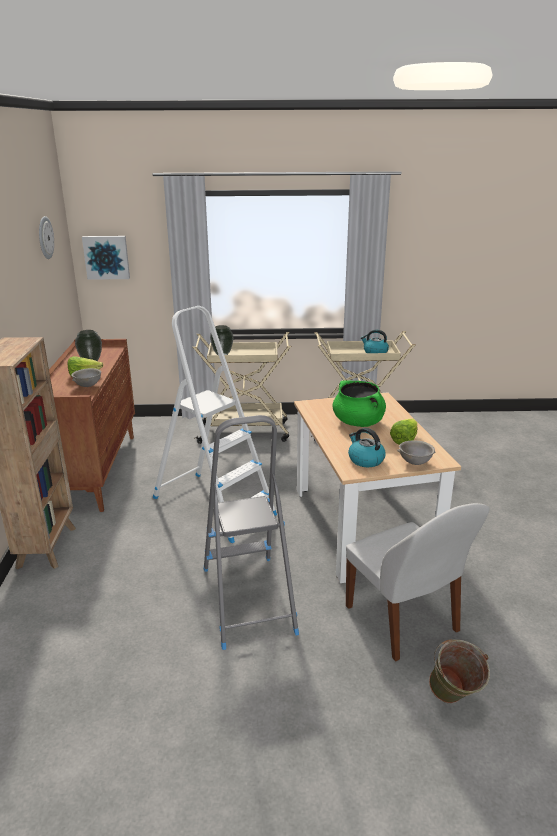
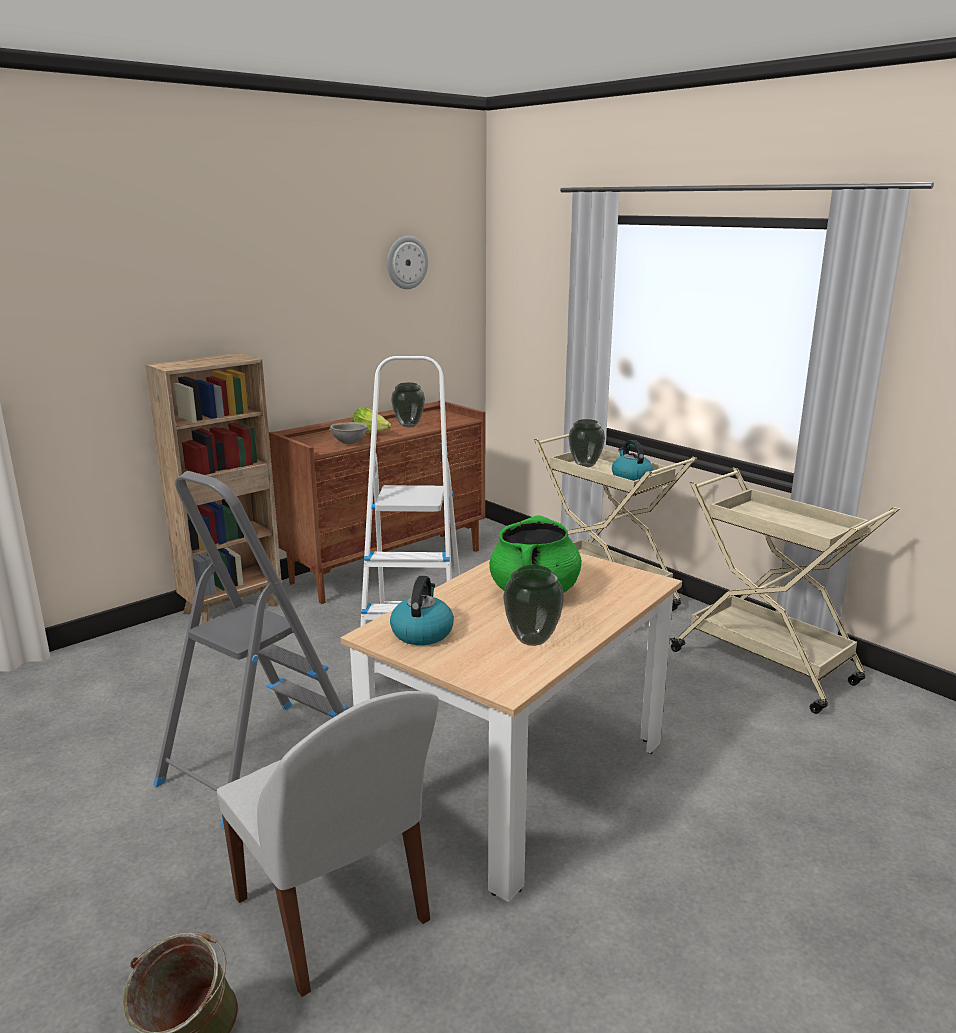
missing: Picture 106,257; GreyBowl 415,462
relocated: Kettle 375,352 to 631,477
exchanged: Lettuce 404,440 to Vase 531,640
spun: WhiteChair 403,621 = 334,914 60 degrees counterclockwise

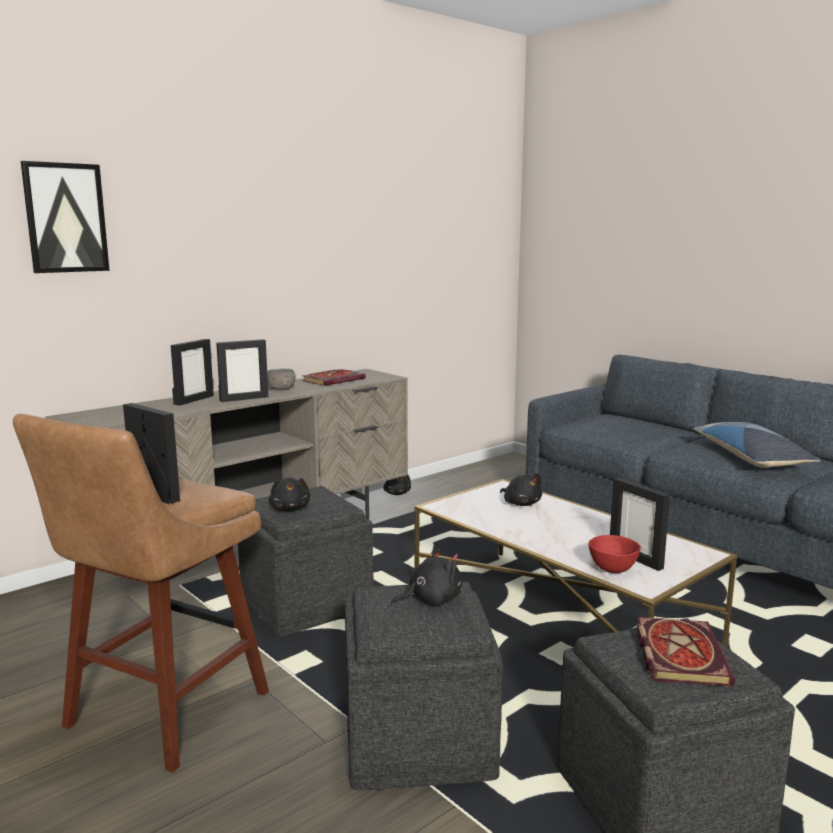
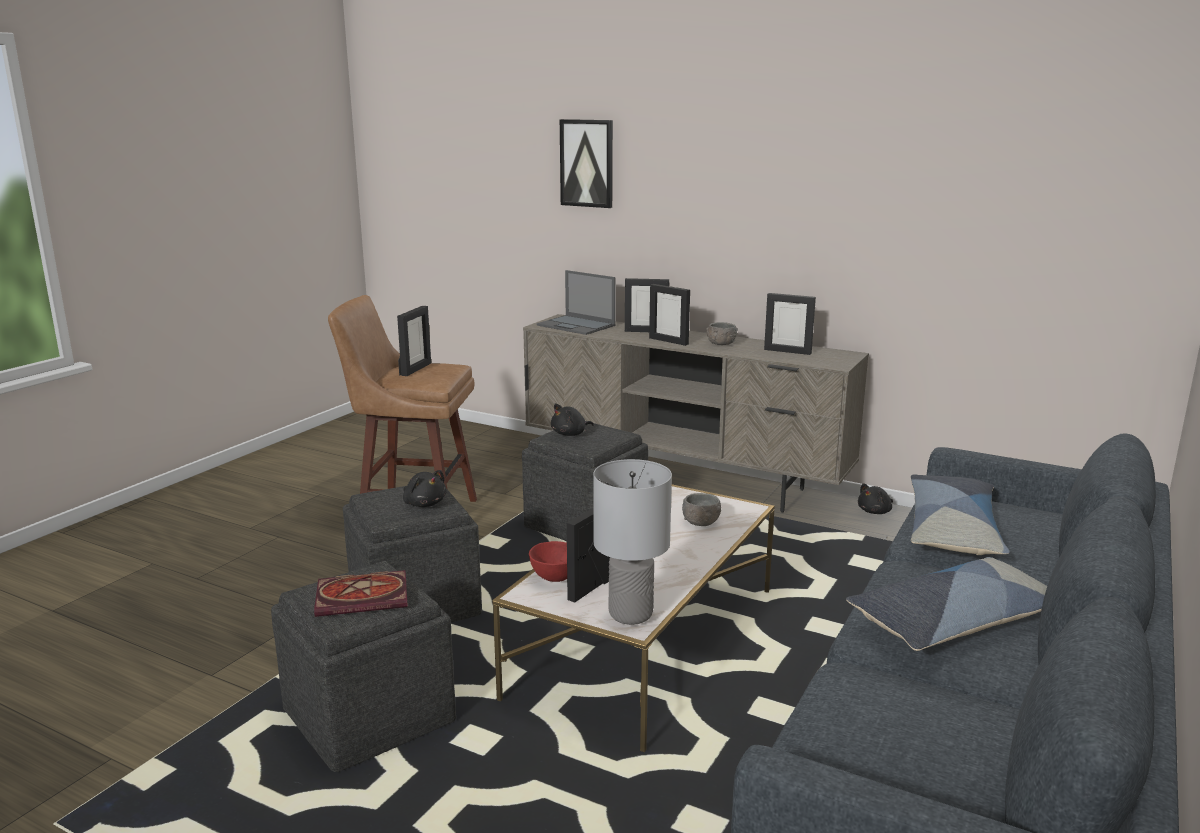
appeared: Laptop 577,325; GreyTableLamp 630,617; Pillow 953,529
exchanged: Book 334,380 to PictureFrame 787,351; BlackPlushToy 521,503 to GreyBowl 701,522

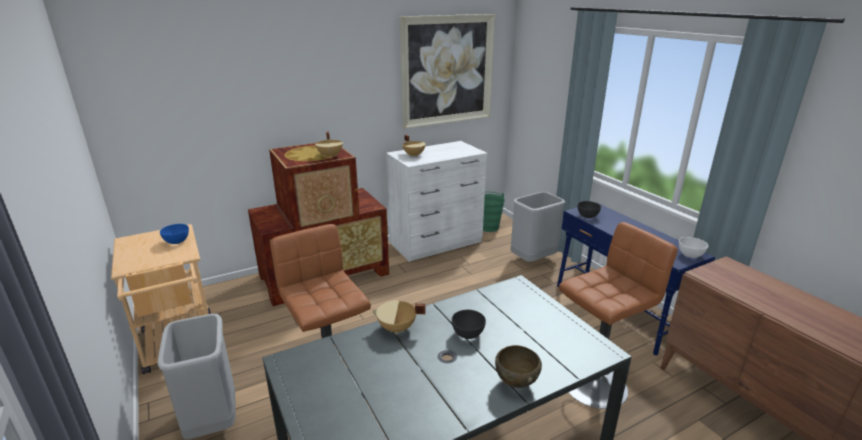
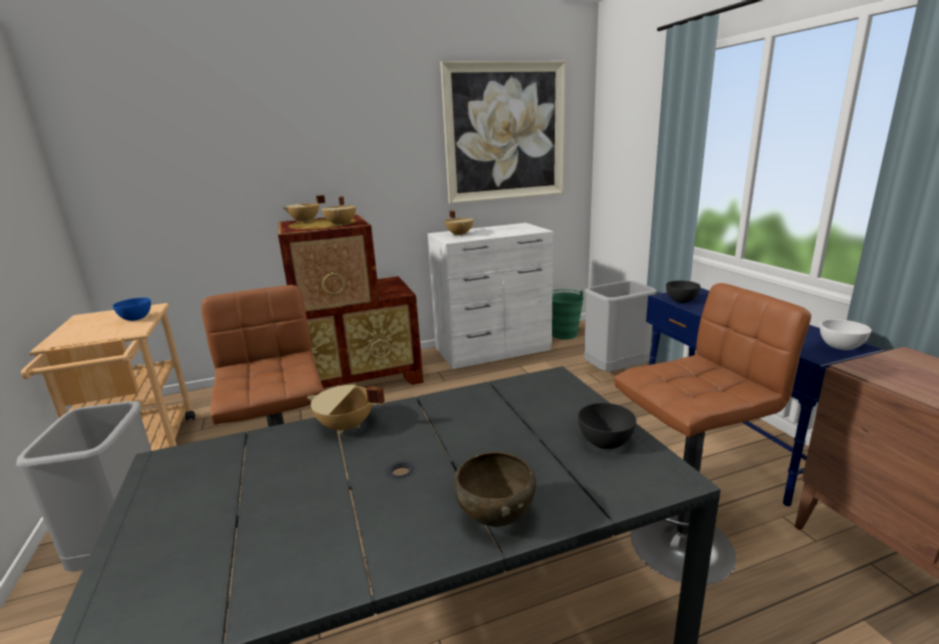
appeared: BeigeCookingPot 305,221
relocated: GreyBowl 467,334 to 604,442

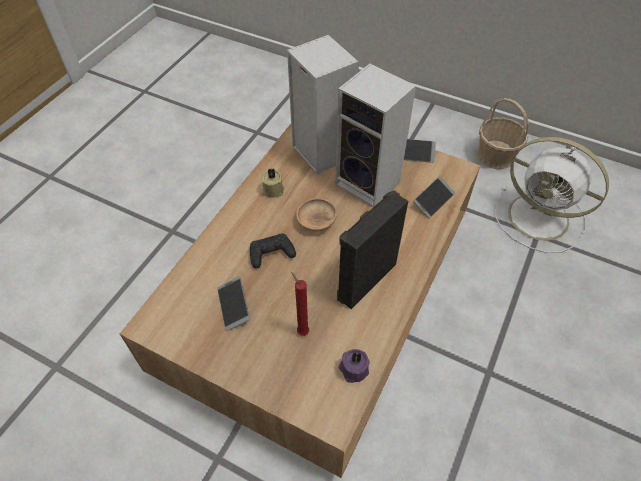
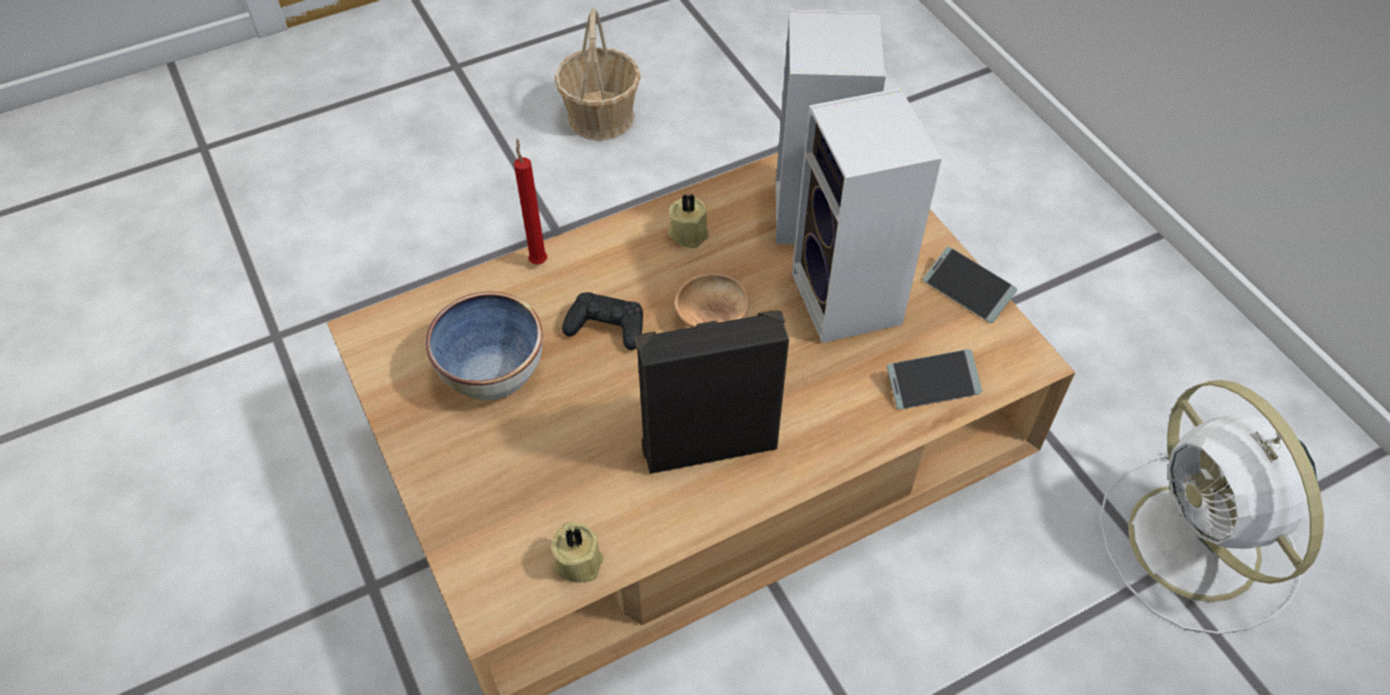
relocated: RedCandle 301,331 to 538,260; Basket 495,155 to 601,117
exchanged: Phone 233,306 to Bowl 493,371
colour: PurpleCandle 353,369 to BeigeCandle 578,560

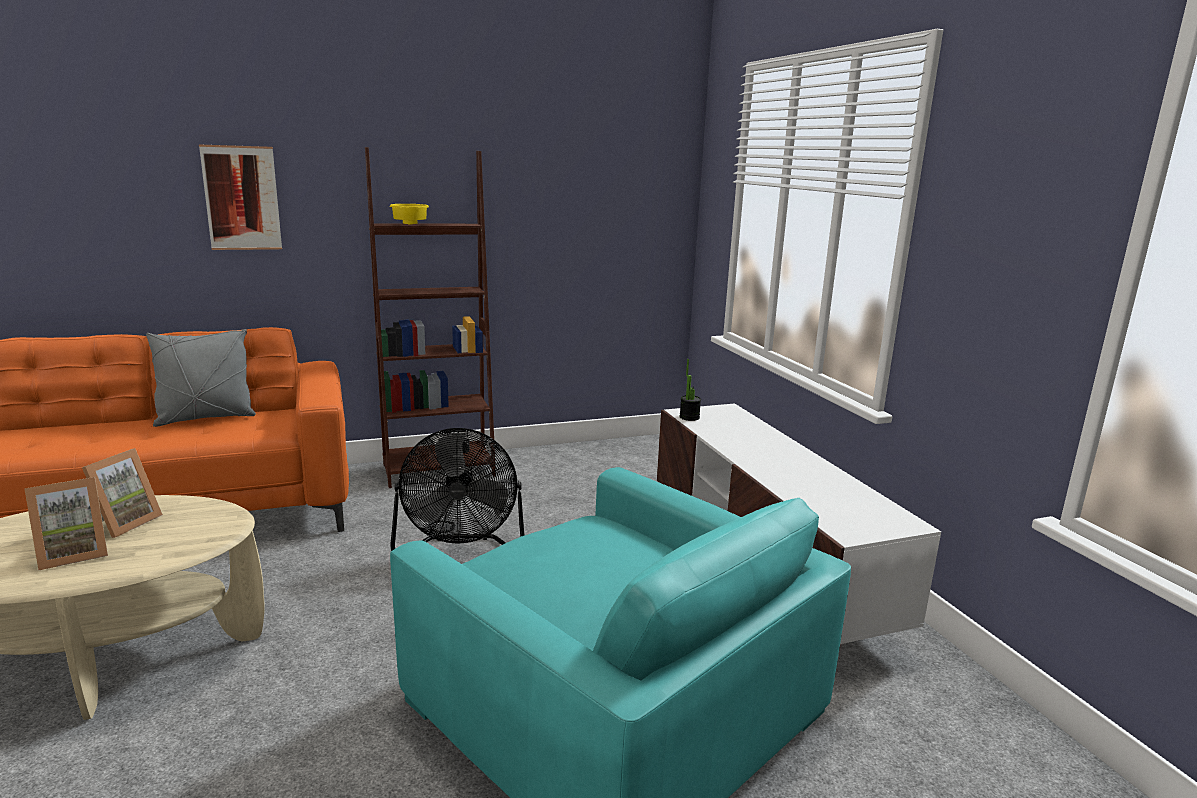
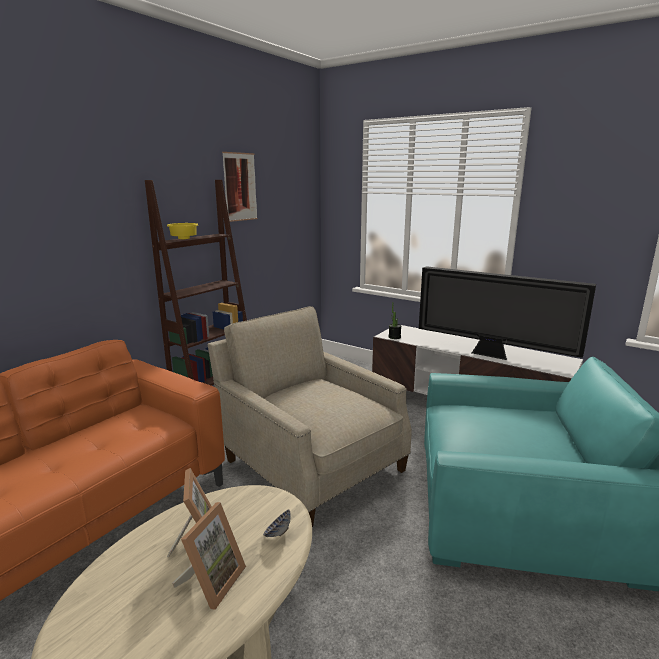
missing: GreyPillow 206,418
appeared: Bowl 277,533; Television 492,355
relocated: Picture 242,198 to 240,187
exchanged: BlackFan 456,547 to BeigeArmchair 311,462

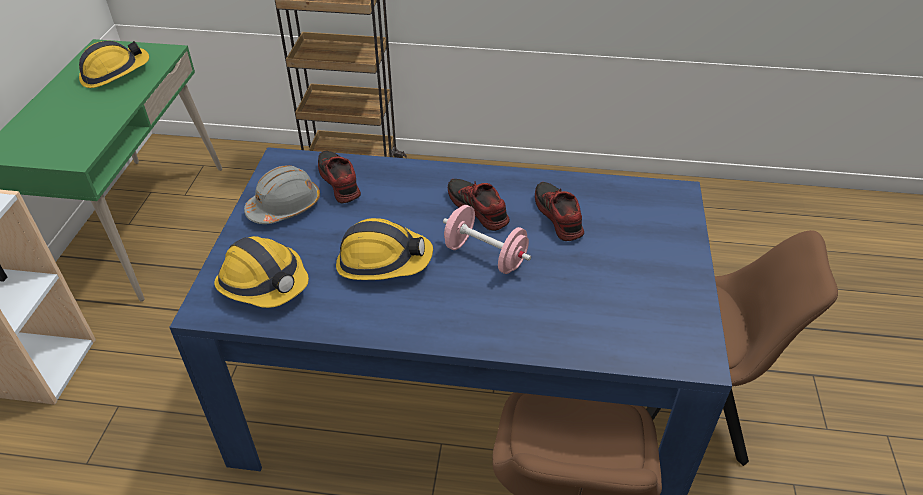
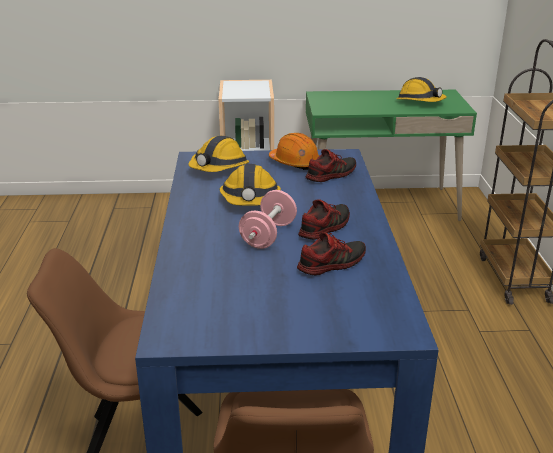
colour: GreyHardHat 285,207 to OrangeHardHat 295,163

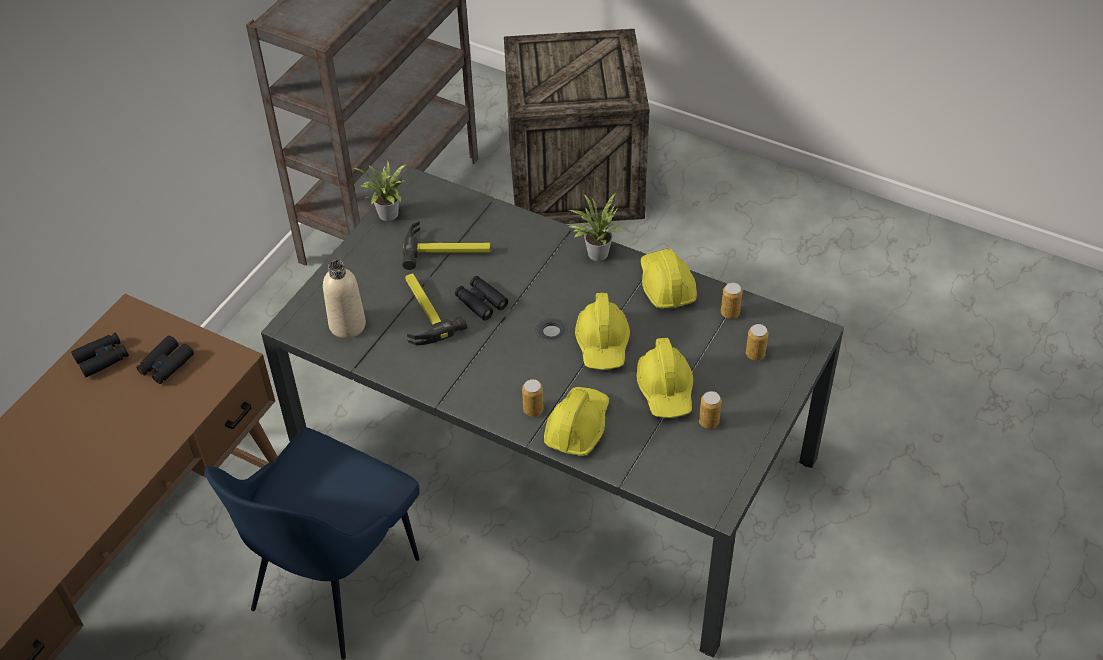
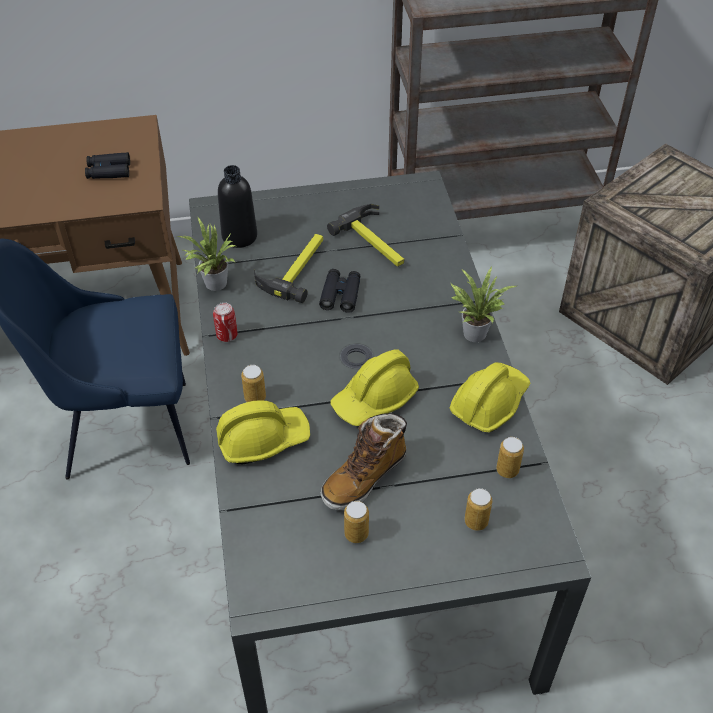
missing: BlackBinoculars 102,358
appeared: Can 227,335
relocated: PottedPlant 387,216 to 213,284
exchanged: YellowHardHat 666,389 to Boot 364,477
colour: BeigeBottle 347,325 to BlackBottle 239,236

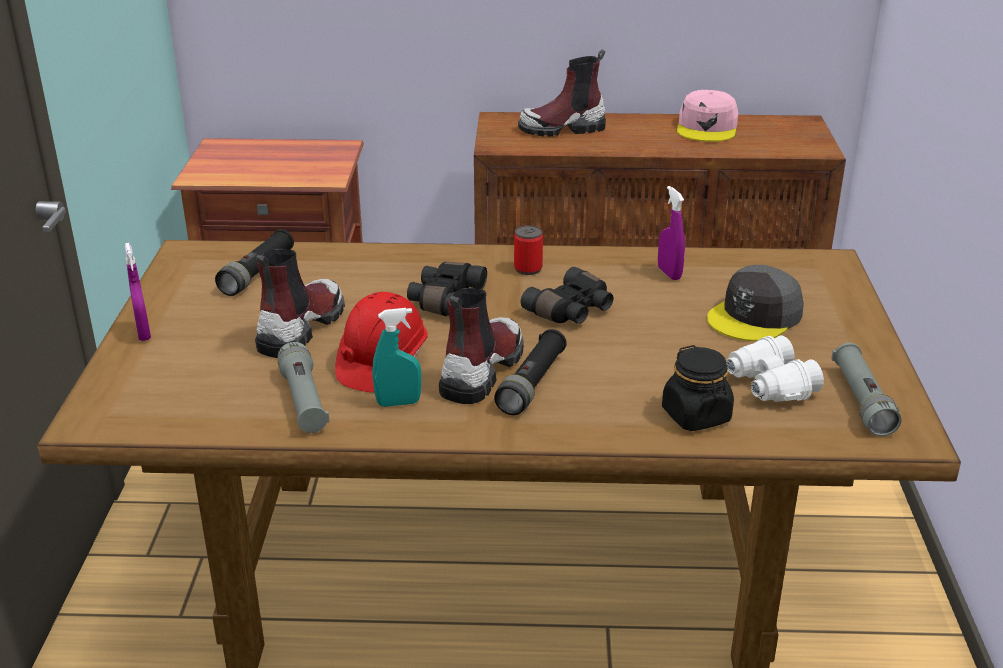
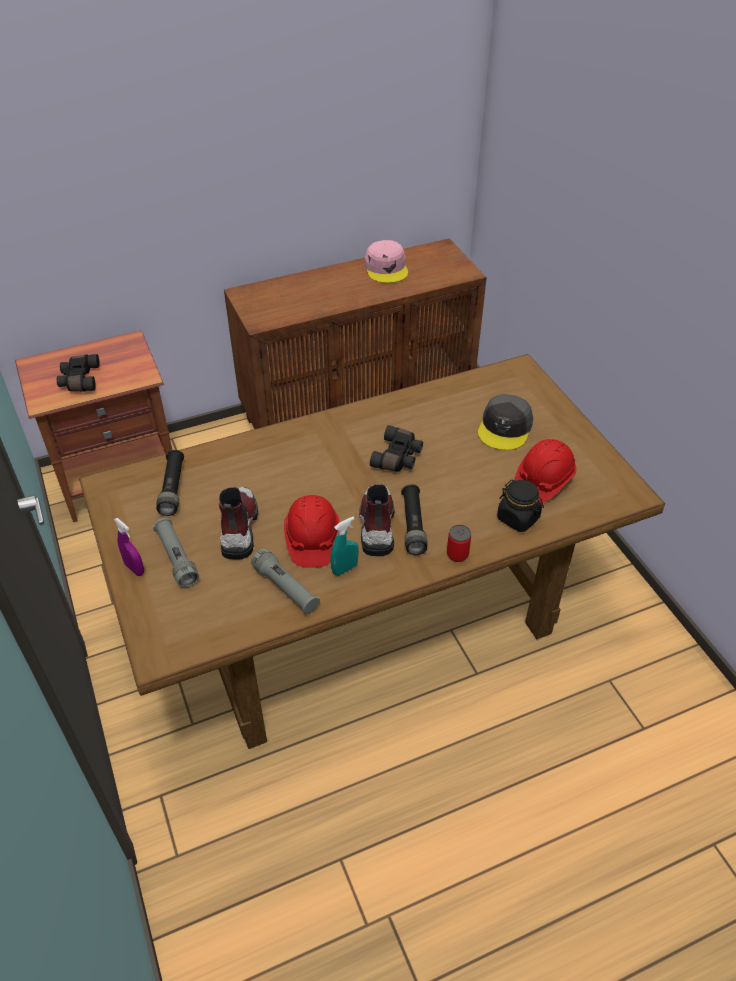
missing: Boot 563,129; PurpleSprayBottle 669,273
relocated: BlackBinoculars 444,299 to 79,380; Can 528,269 to 457,554; GreyFlashlight 862,401 to 177,558
exchanged: WhiteBinoculars 769,385 to RedHardHat 543,481

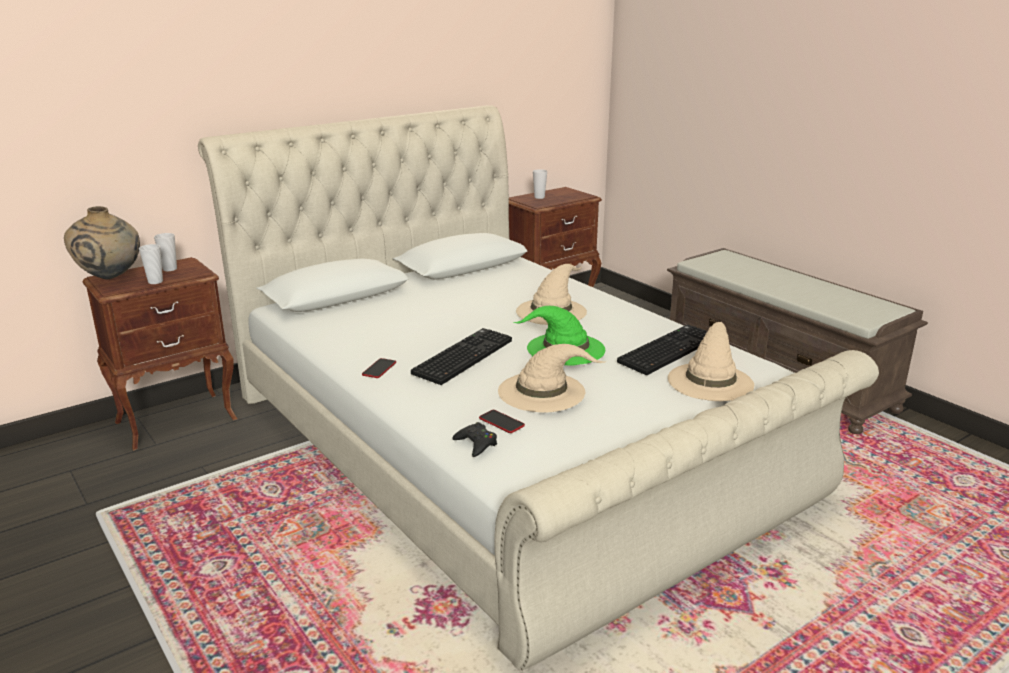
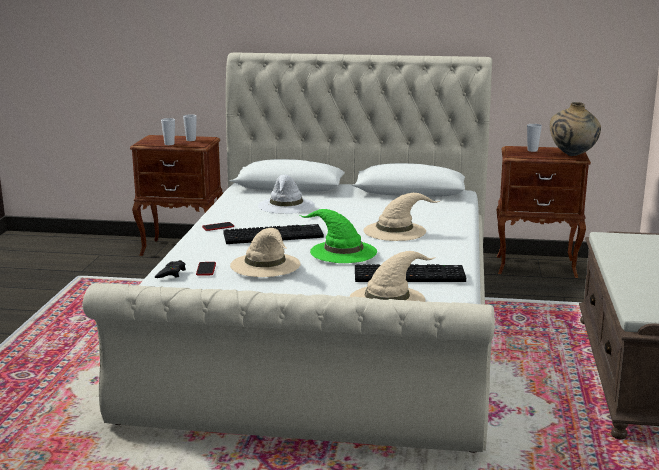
appeared: WhiteHat 286,205
relocated: BeigeVase 110,278 to 572,156

